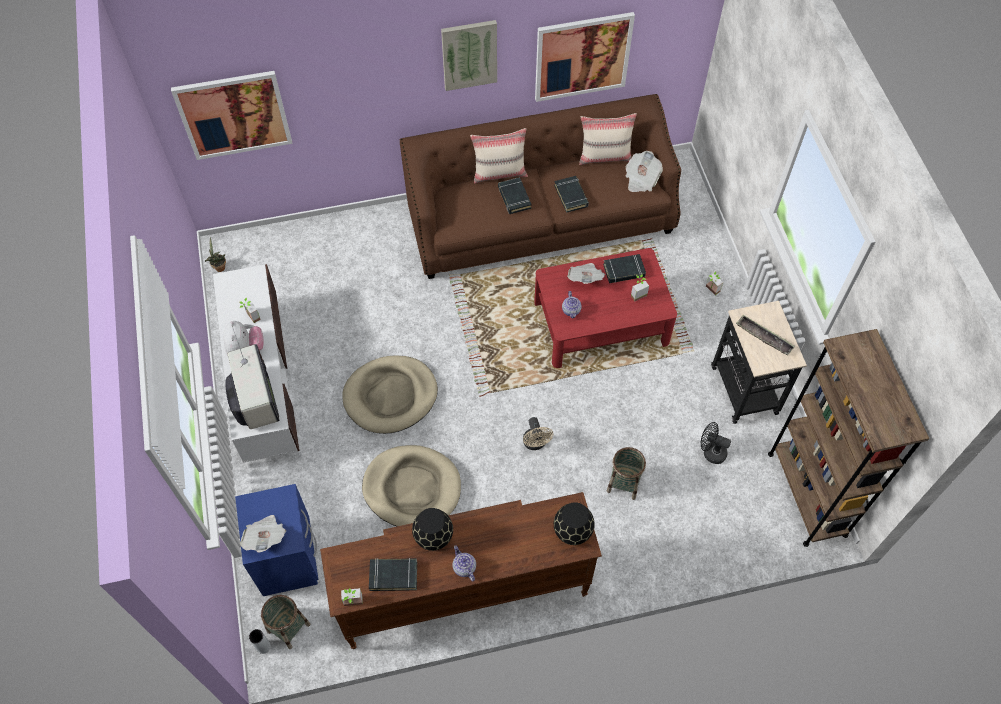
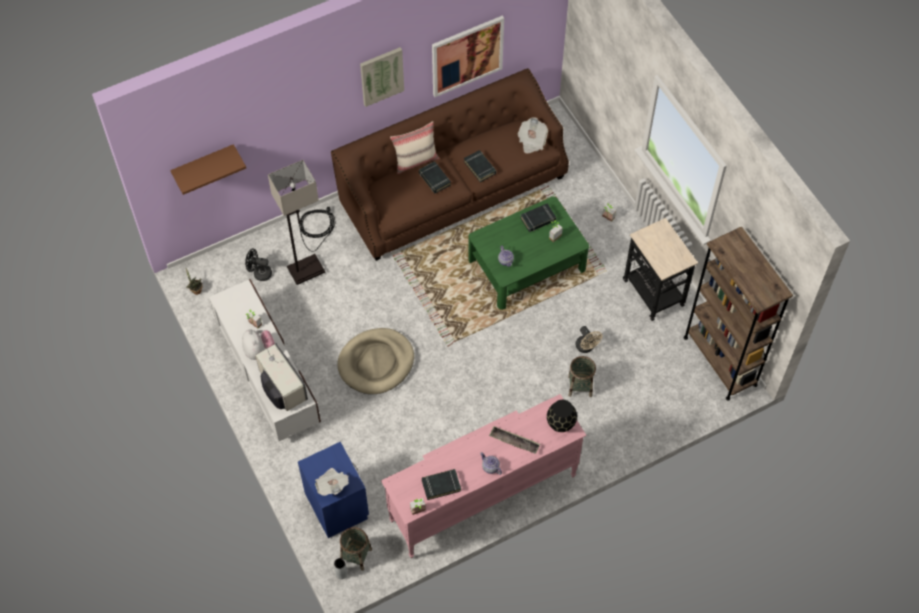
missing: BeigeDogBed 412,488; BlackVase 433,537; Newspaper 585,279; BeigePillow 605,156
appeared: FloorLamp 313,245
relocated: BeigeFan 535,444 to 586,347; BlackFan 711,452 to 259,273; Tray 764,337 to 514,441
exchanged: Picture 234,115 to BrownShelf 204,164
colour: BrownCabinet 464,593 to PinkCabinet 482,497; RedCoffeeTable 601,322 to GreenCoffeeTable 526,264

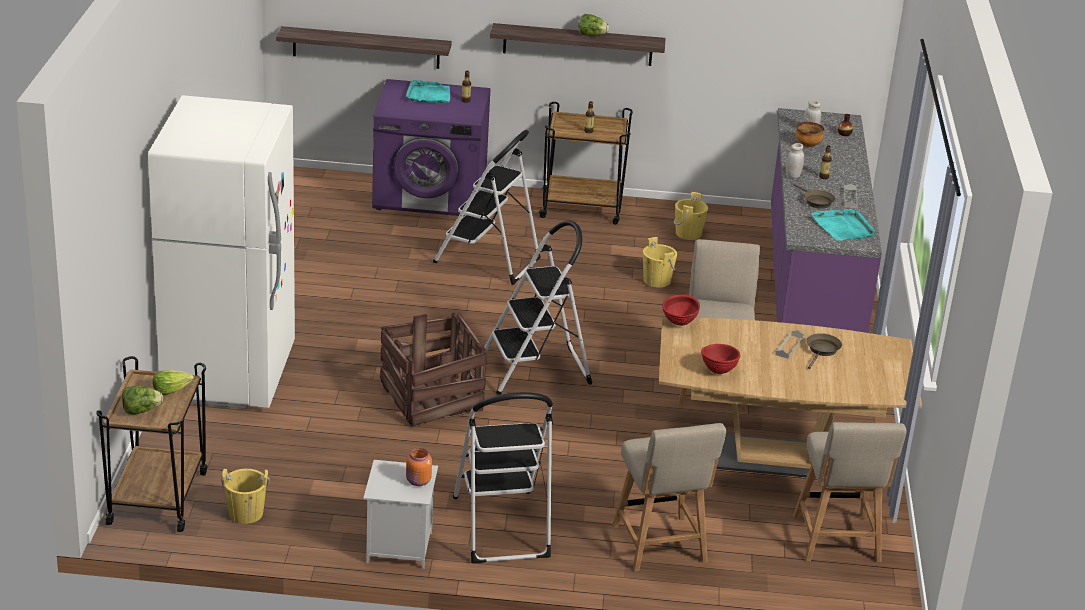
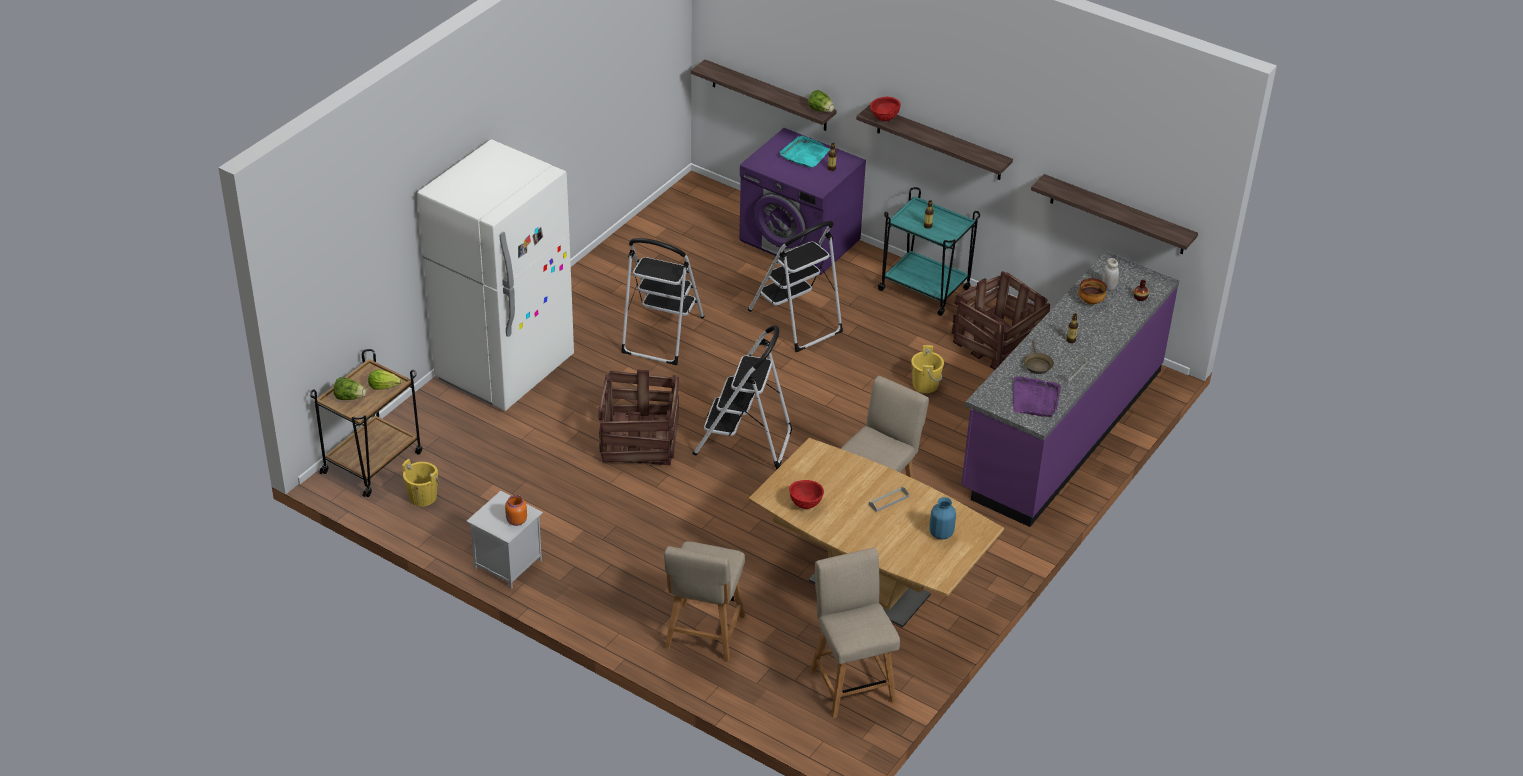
missing: WhiteJar 793,176; BrownFryingPan 822,351
appeared: BlueVase 941,534; Shelf 1117,215
relocated: StepLadder 500,529 to 661,336; Lettuce 591,35 to 820,110; RedBowl 679,323 to 884,119
exchanged: YellowBucket 688,233 to Crate 998,344
colour: BrownCart 582,208 to TurquoiseCart 925,290; TurquoiseTray 844,227 to PurpleTray 1035,399
spun: BeigeChair 837,541 = 850,682 135 degrees clockwise

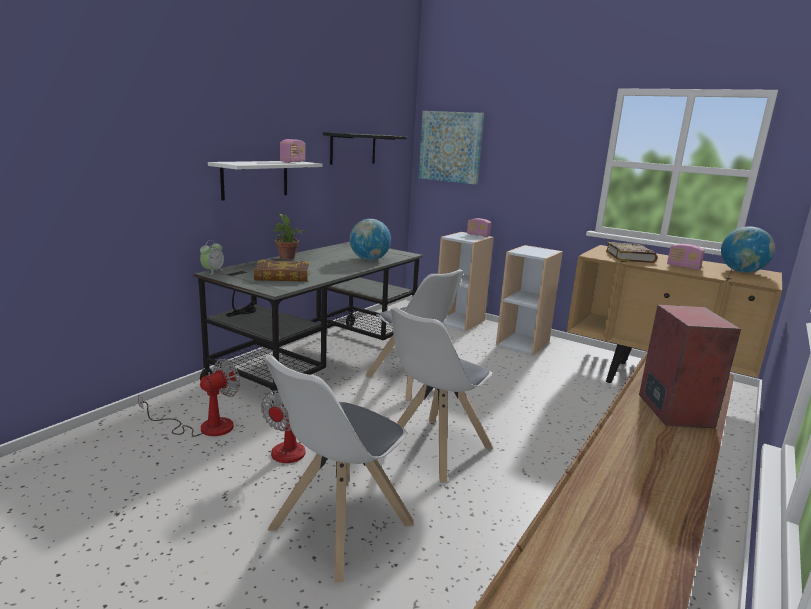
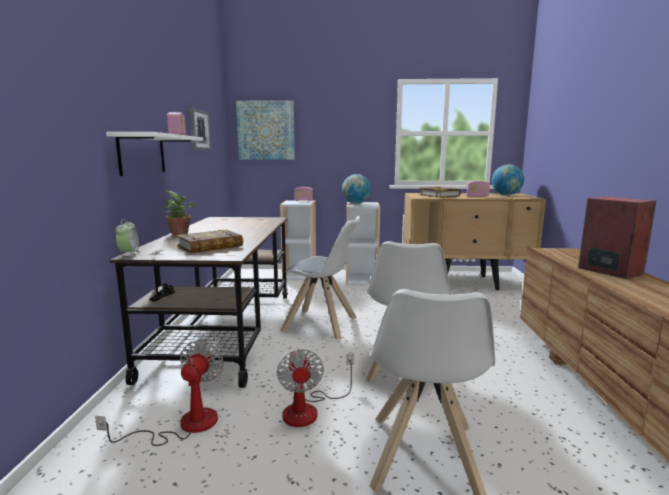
relocated: Globe 369,259 to 356,203
exchanged: BlackShelf 353,148 to Picture 199,130
colour: GreyDesk 320,361 to BrownDesk 226,331

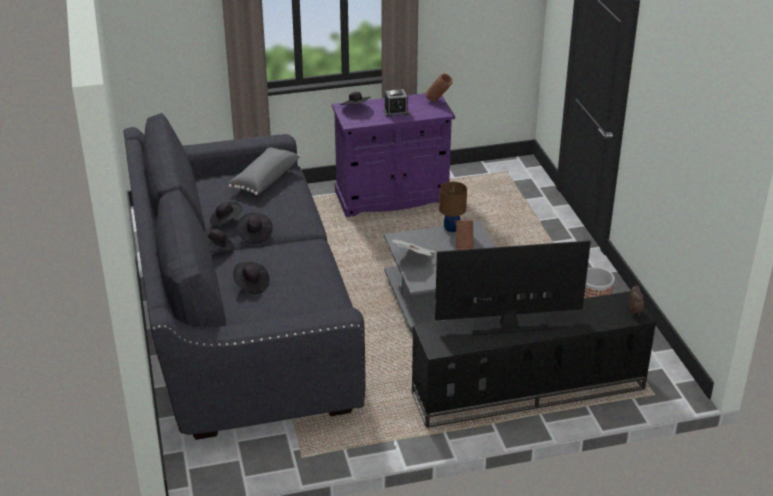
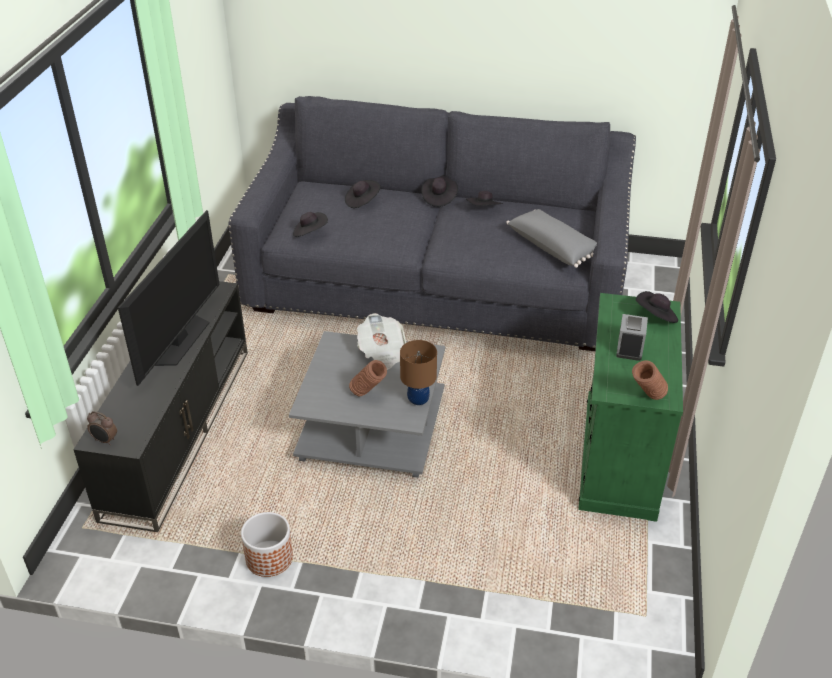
relocated: BlackHat 254,235 to 310,233
colour: PurpleCabinet 392,197 to GreenCabinet 619,457

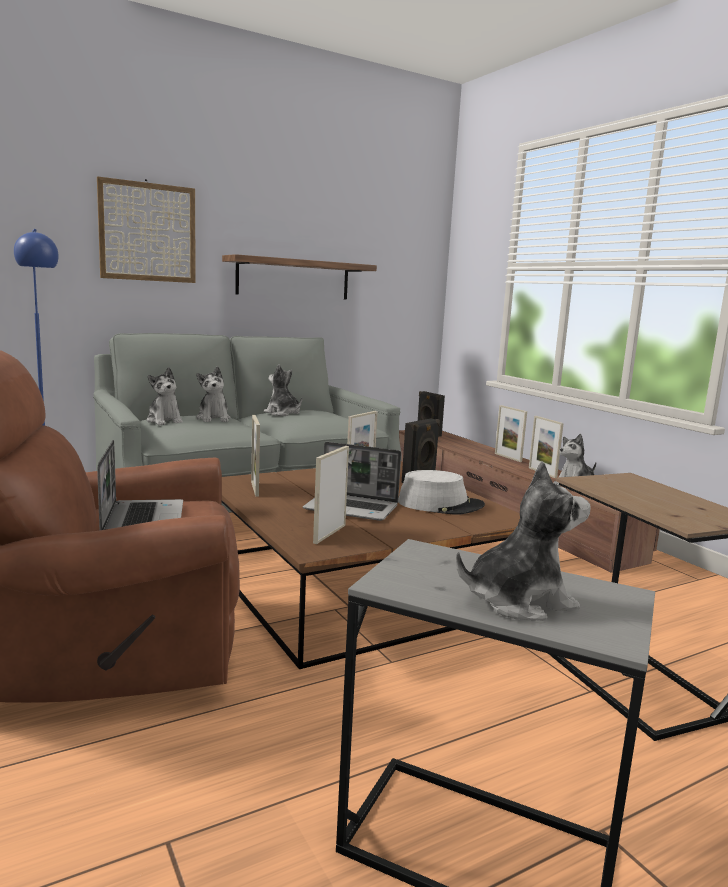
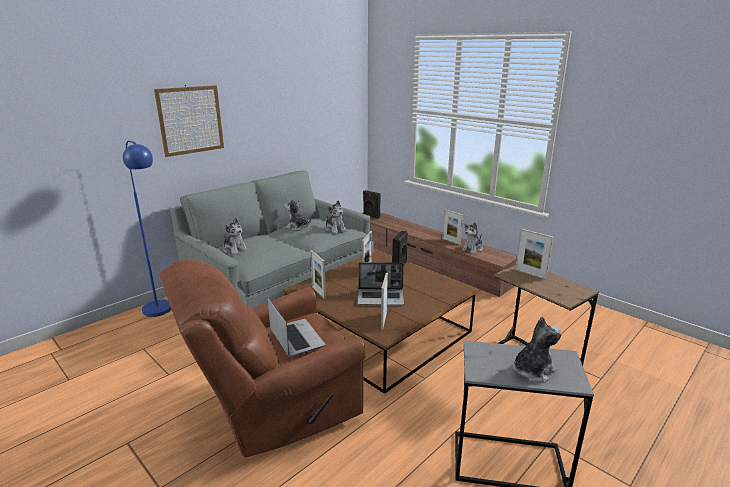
missing: Shelf 293,279; GreyHat 440,504
relocated: PlushToy 213,418 to 335,229; PictureFrame 508,457 to 530,274

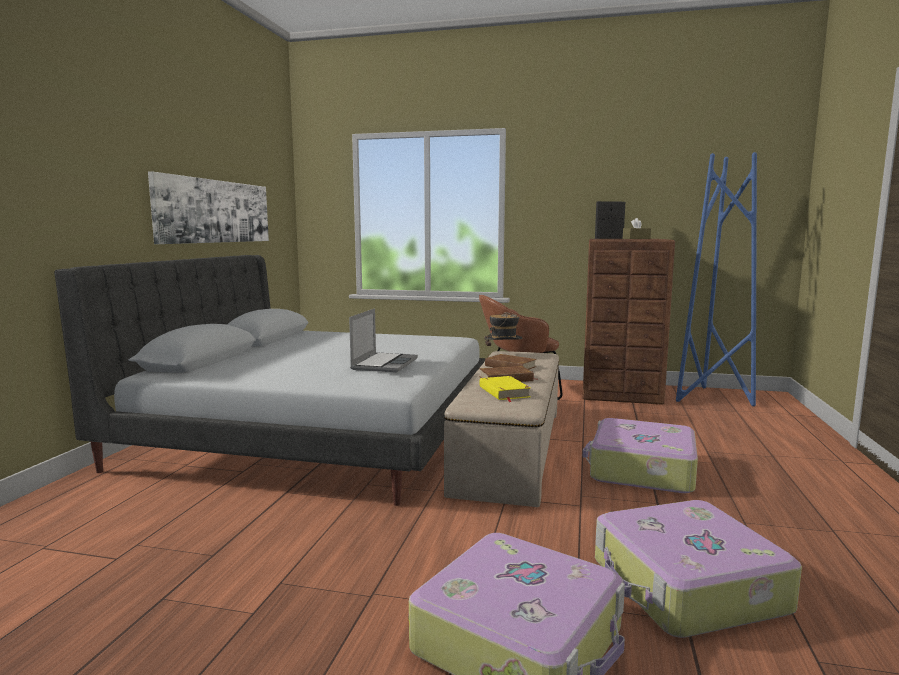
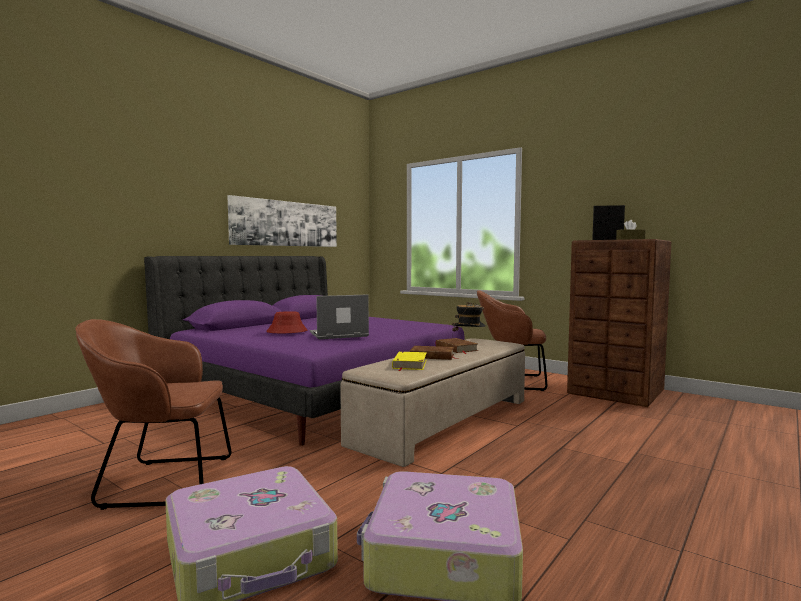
missing: Suitcase 641,470; BlueClothesRack 711,398
appeared: BrownArmchair 161,481; RedHat 287,332
colour: GreyBed 315,432 to PurpleBed 316,389
spun: Laptop 384,364 = 338,335 150 degrees counterclockwise

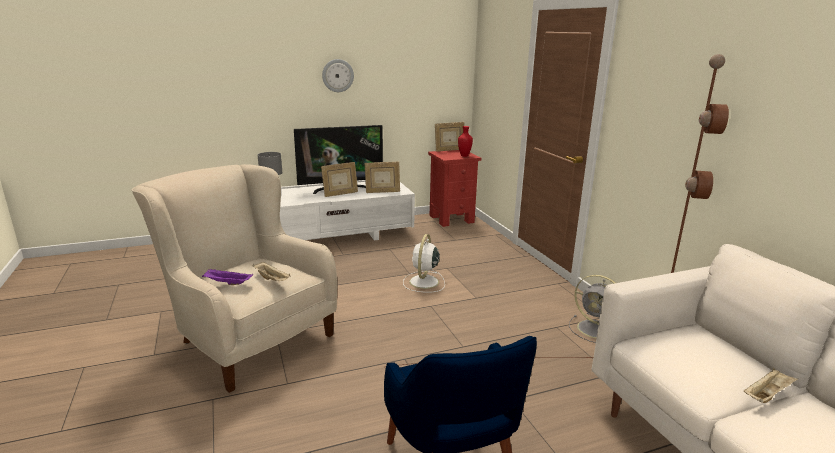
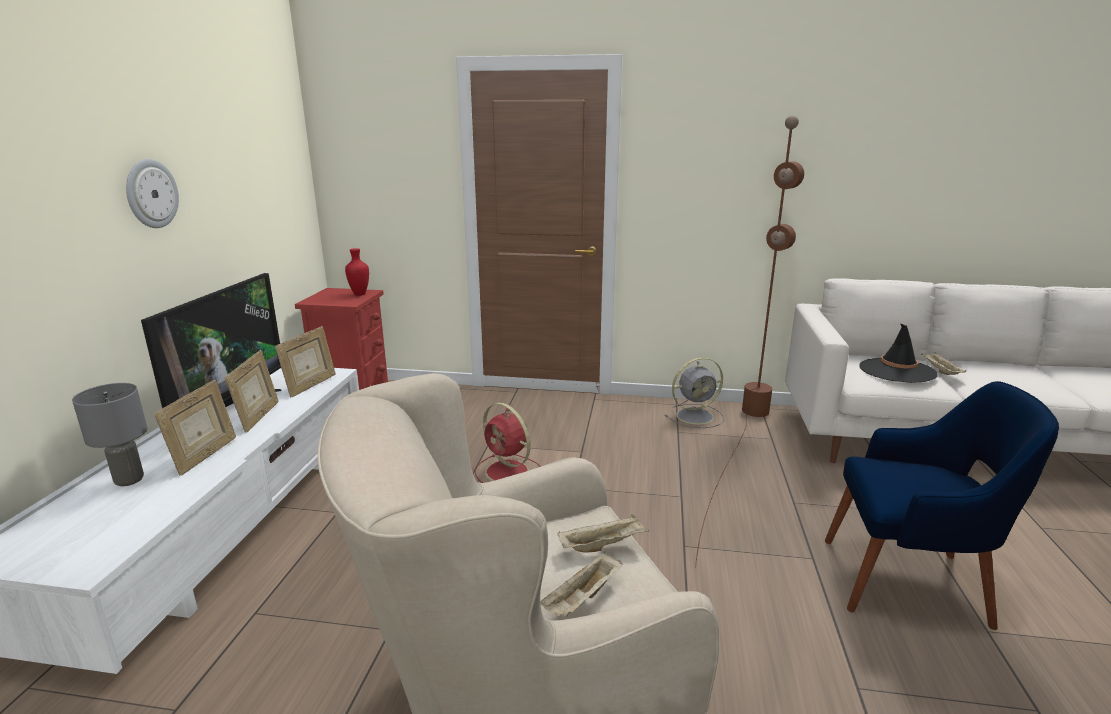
appeared: BlackHat 896,371
relocated: PictureFrame 449,150 to 205,456
colour: PurpleTray 227,283 to BeigeTray 583,599; WhiteFan 423,282 to RedFan 508,472

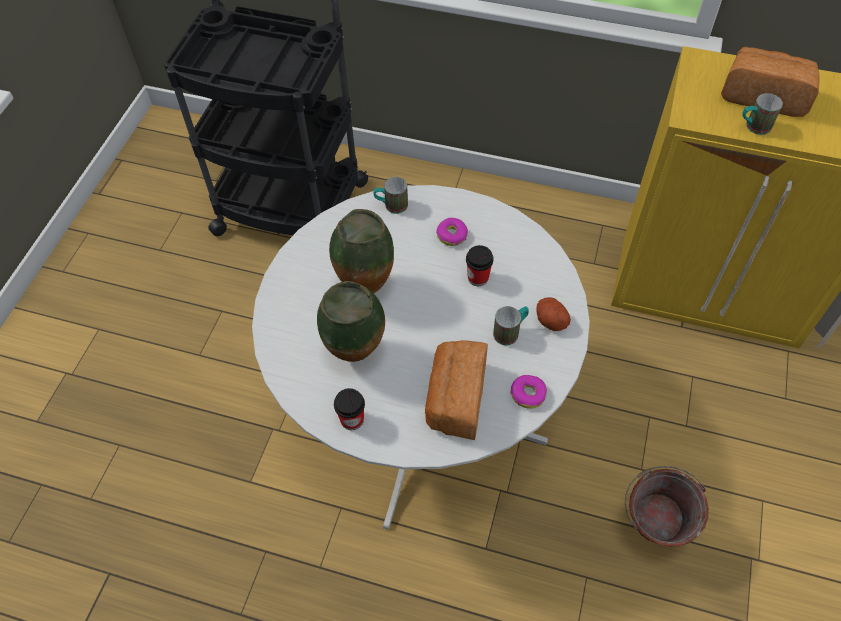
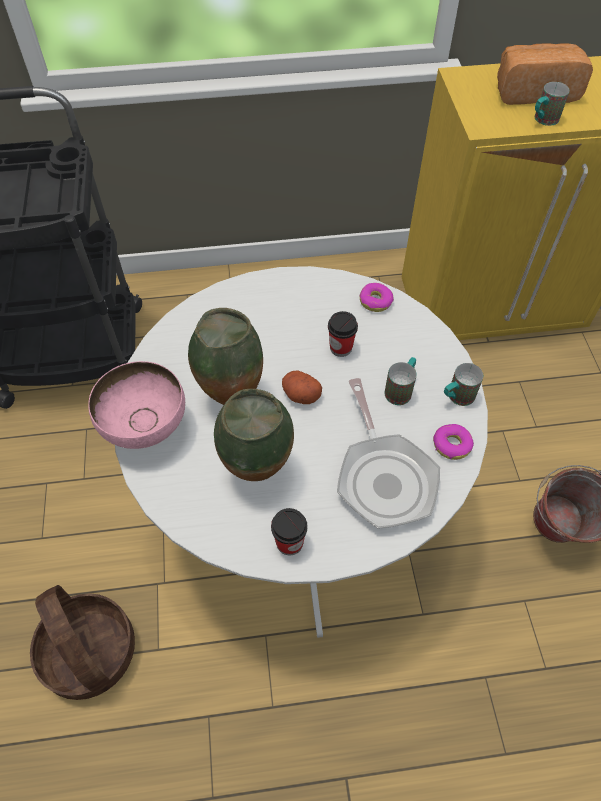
appeared: Basket 89,651; PinkBowl 145,428
relocated: Mug 391,205 to 456,397; Donut 452,235 to 375,301; Potato 550,320 to 300,394
exchanged: Bread 455,399 to FryingPan 384,477

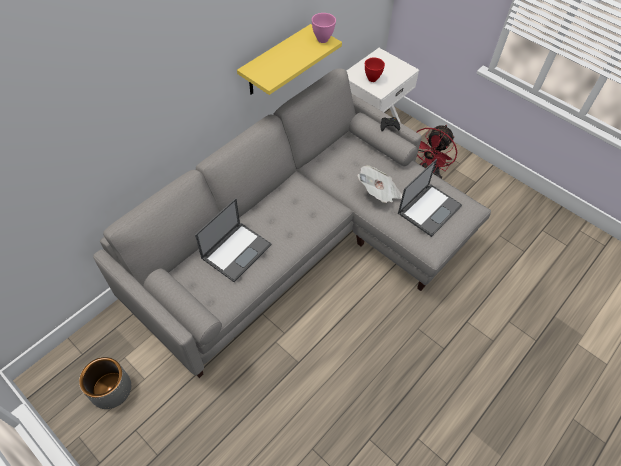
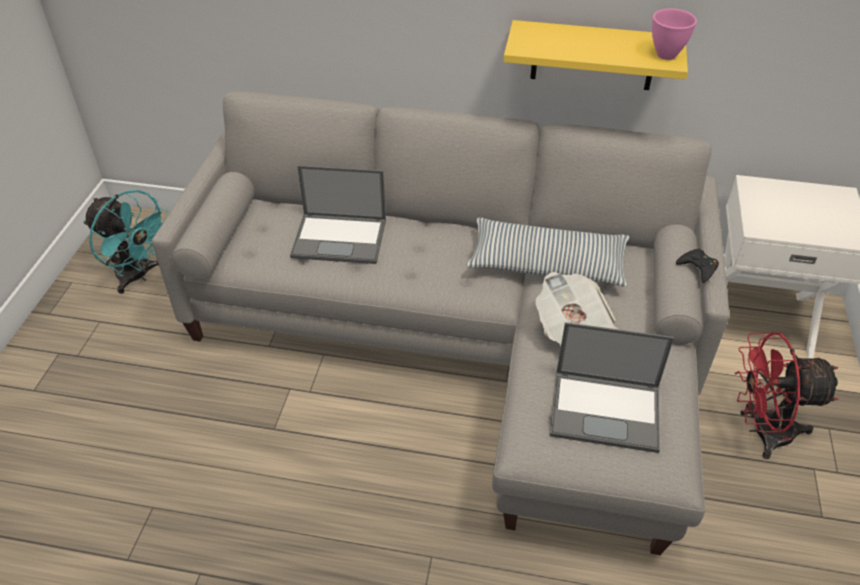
missing: RedBowl 372,79
appeared: Pillow 547,264
exchanged: GreyPlanter 111,389 to TurquoiseFan 138,276

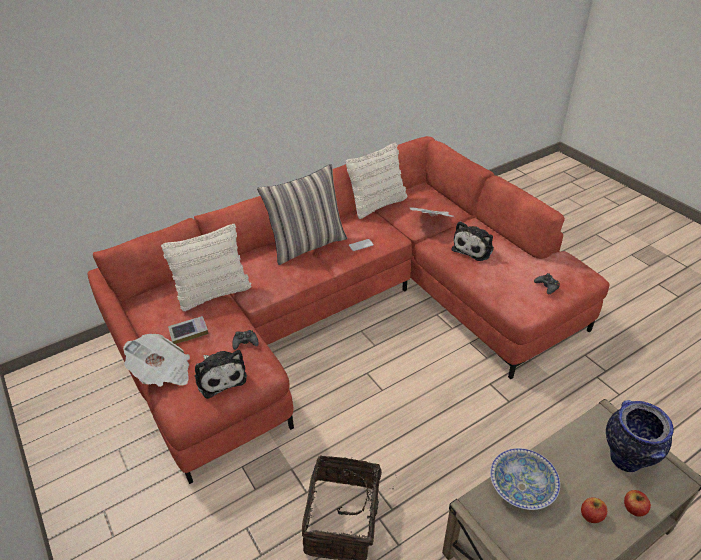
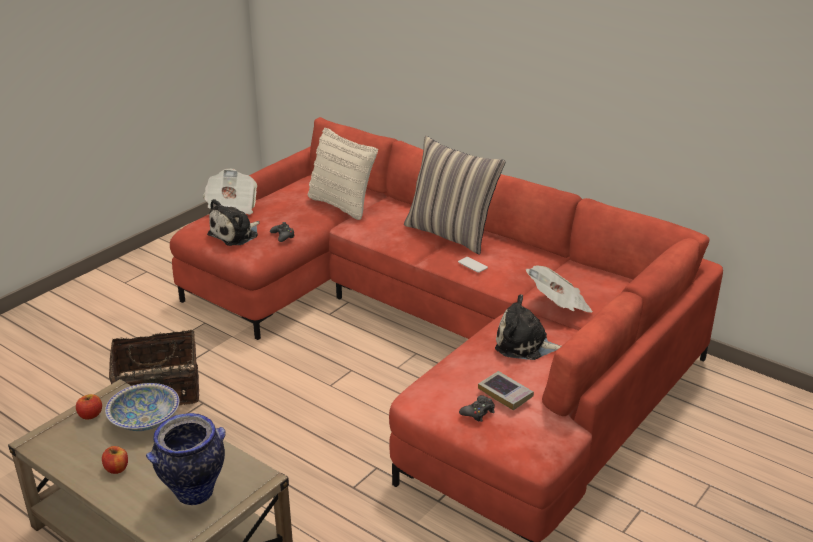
missing: BeigePillow 377,205
relocated: Book 188,332 to 505,393; Apple 633,508 to 90,415

